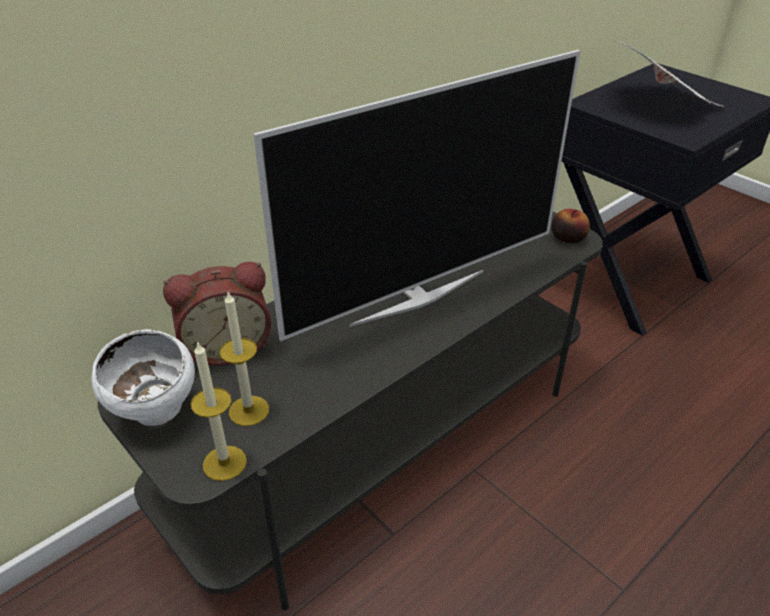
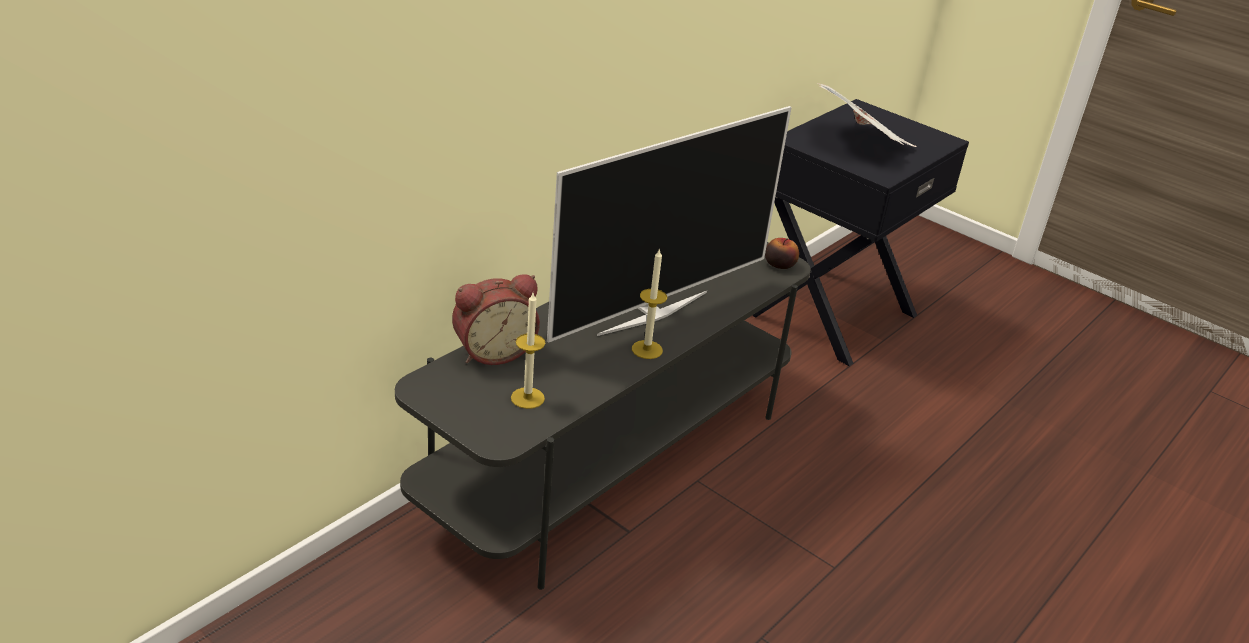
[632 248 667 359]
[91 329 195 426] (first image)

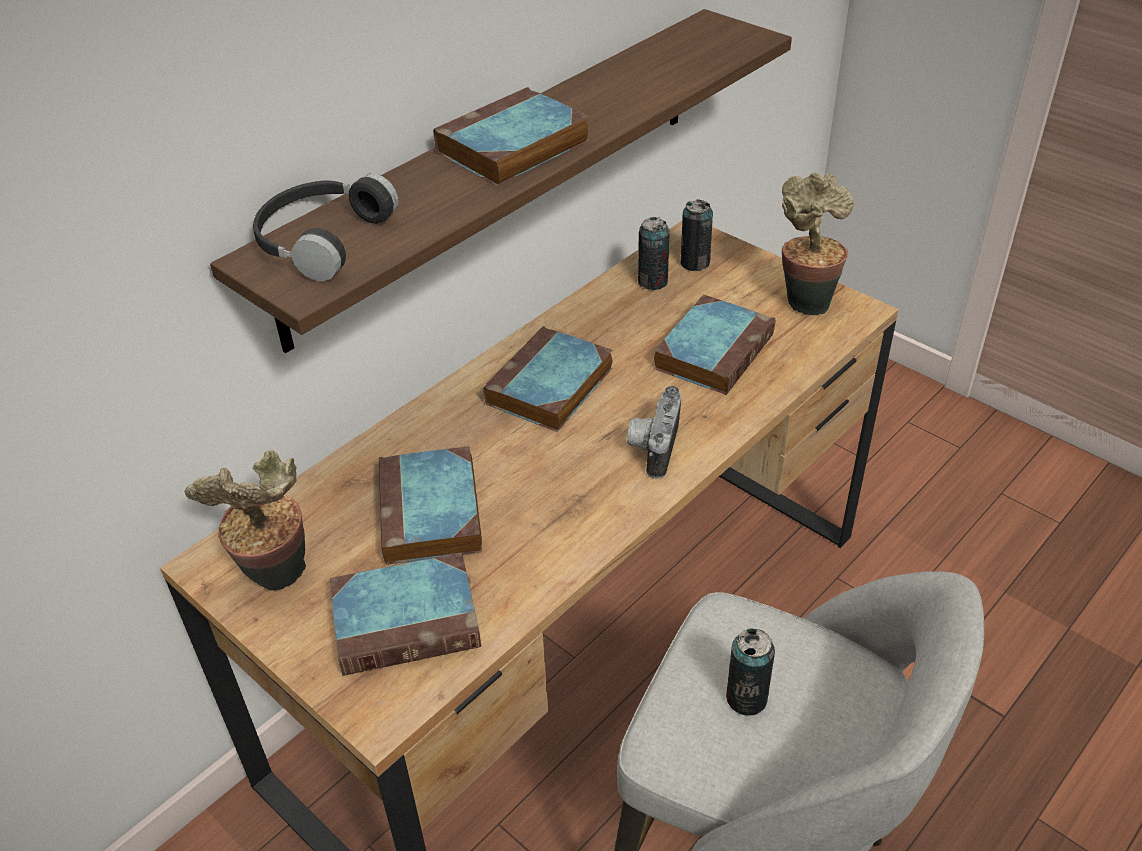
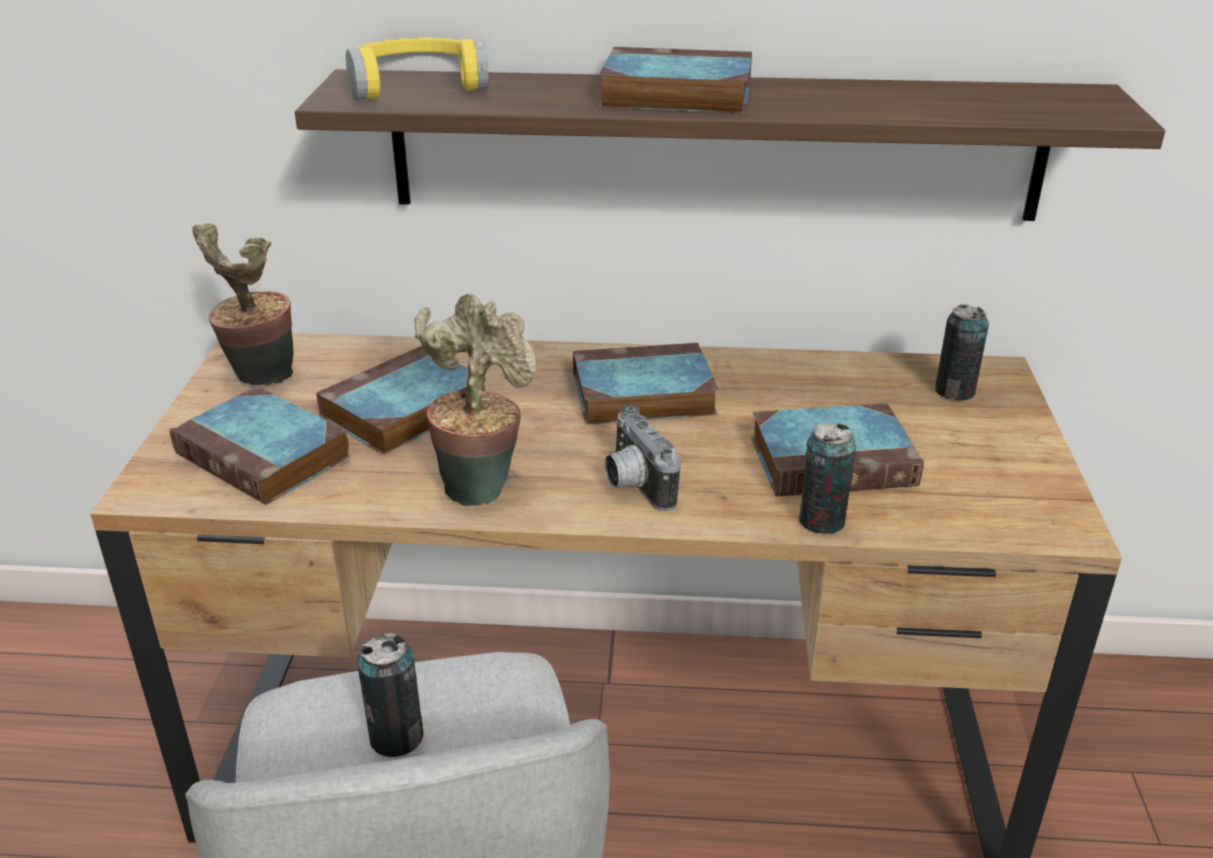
[346 38 488 100]
[414 294 537 506]
[605 405 681 511]
[798 423 856 534]

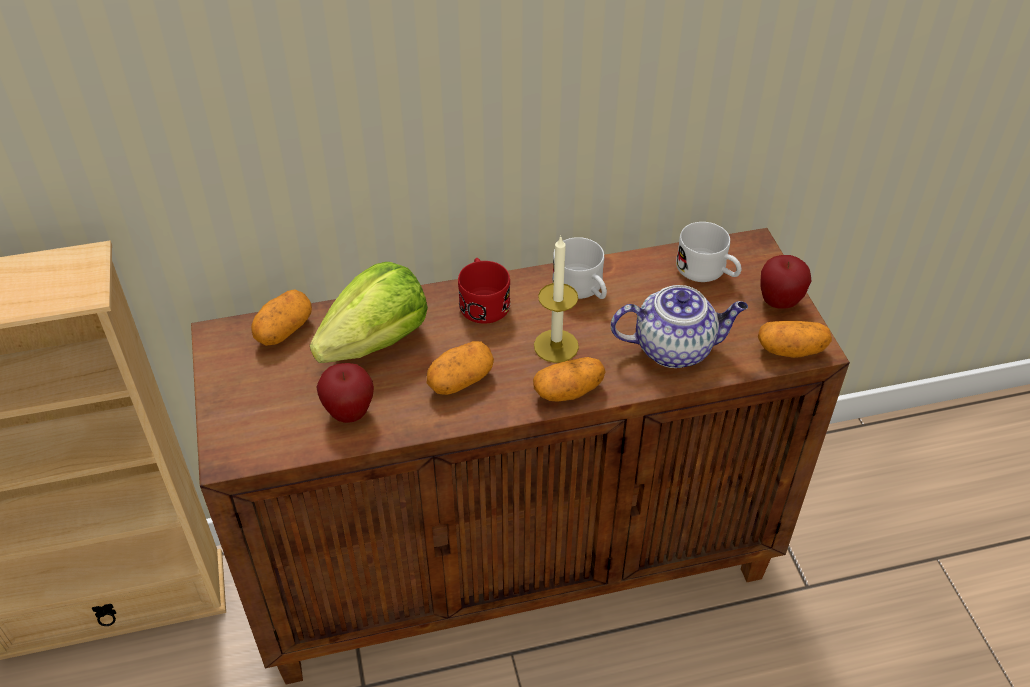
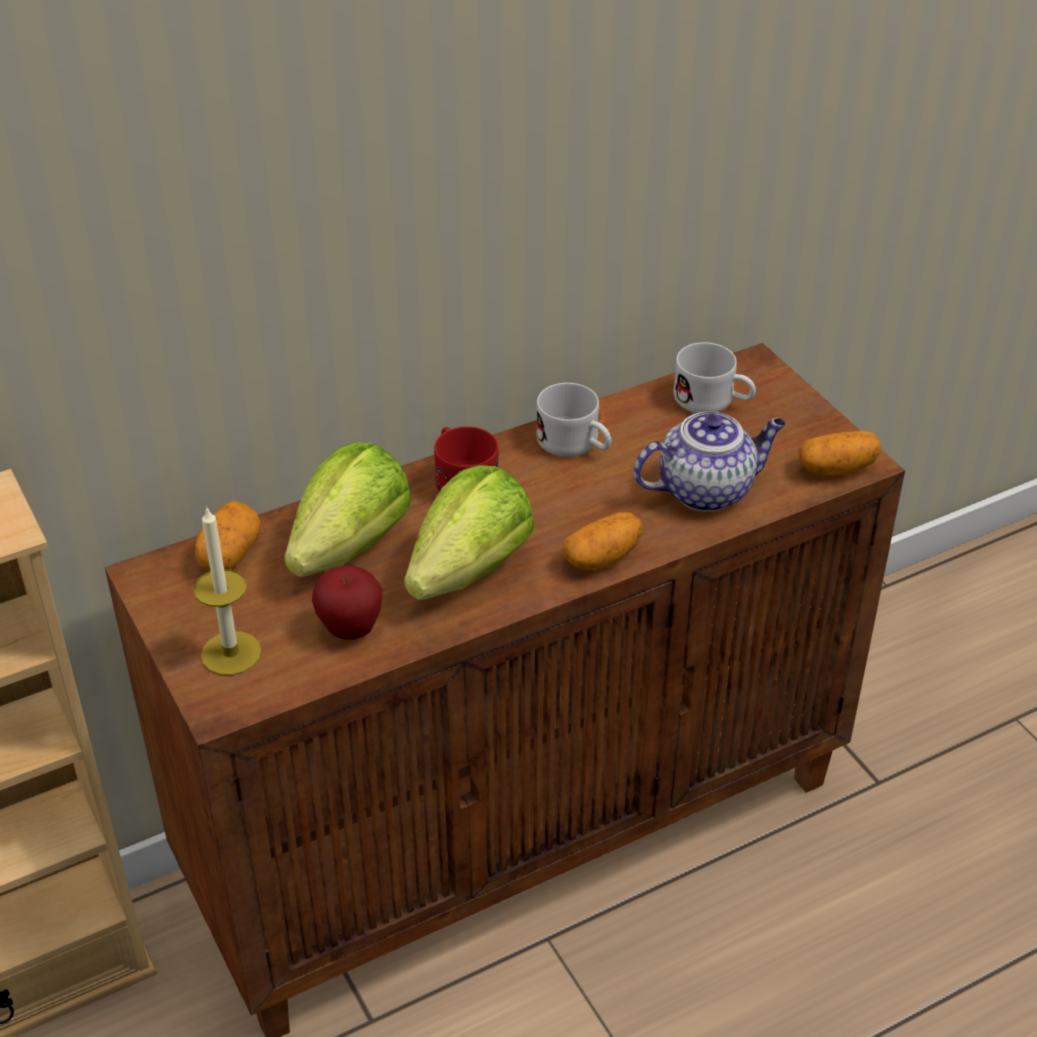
[193 506 262 676]
[404 465 535 600]
[761 255 812 309] (first image)

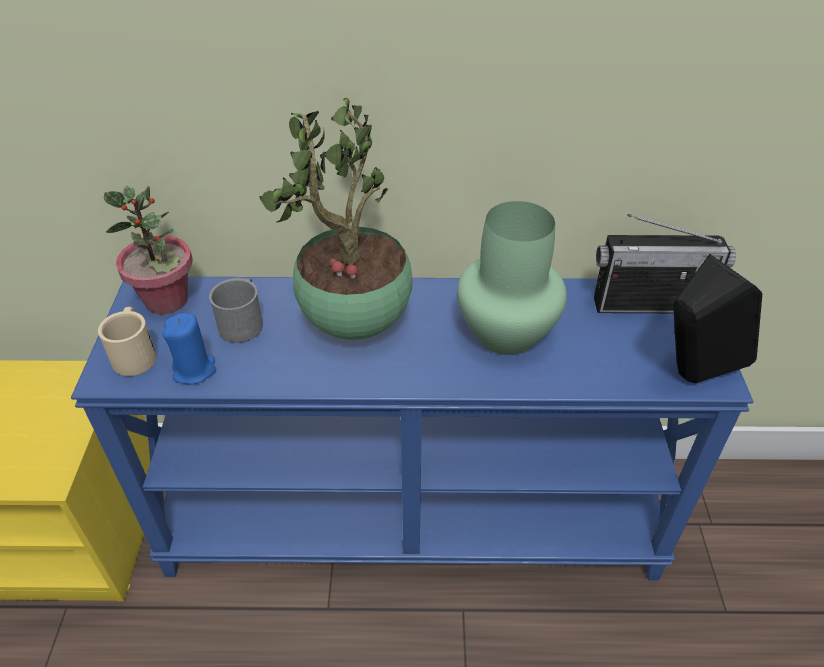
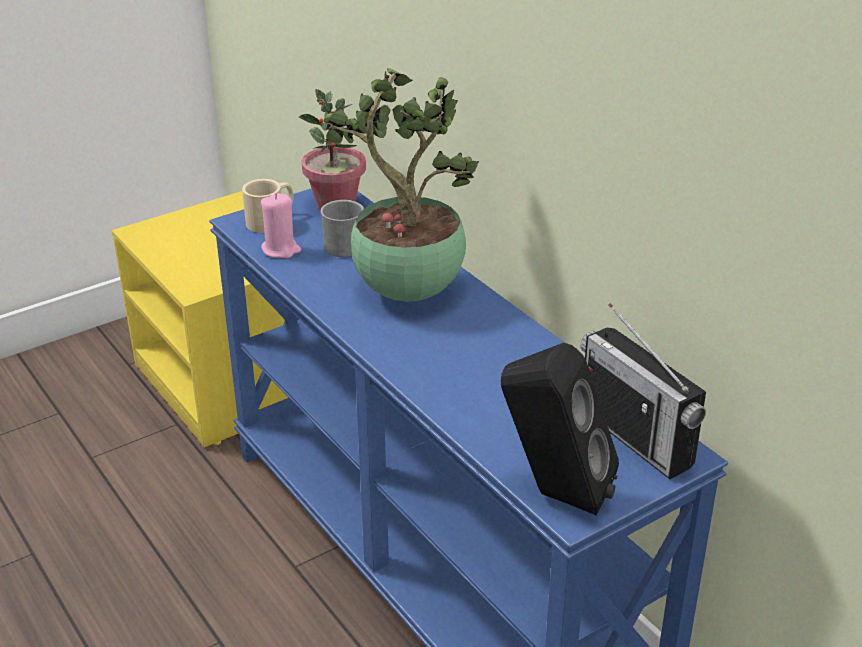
[261 193 301 259]
[457 201 567 355] (first image)

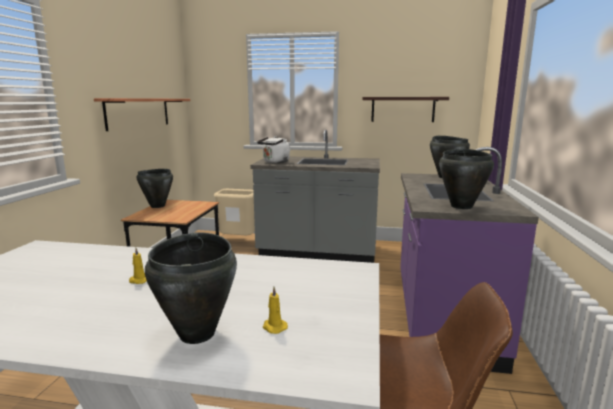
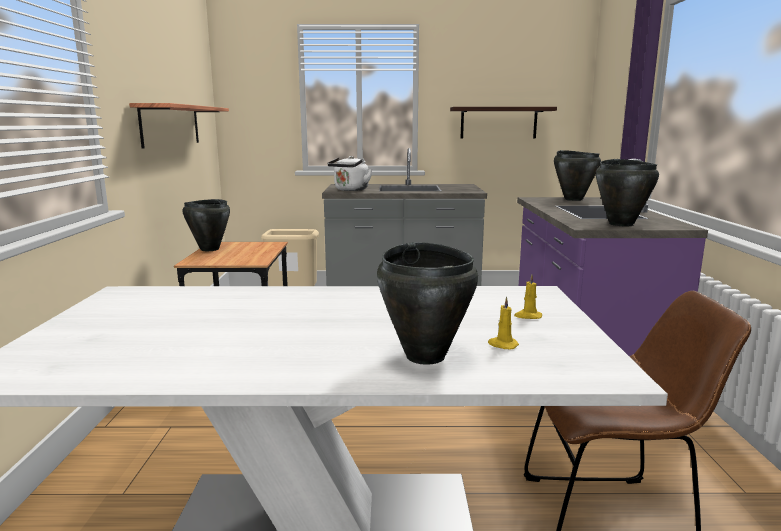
[514 274 542 319]

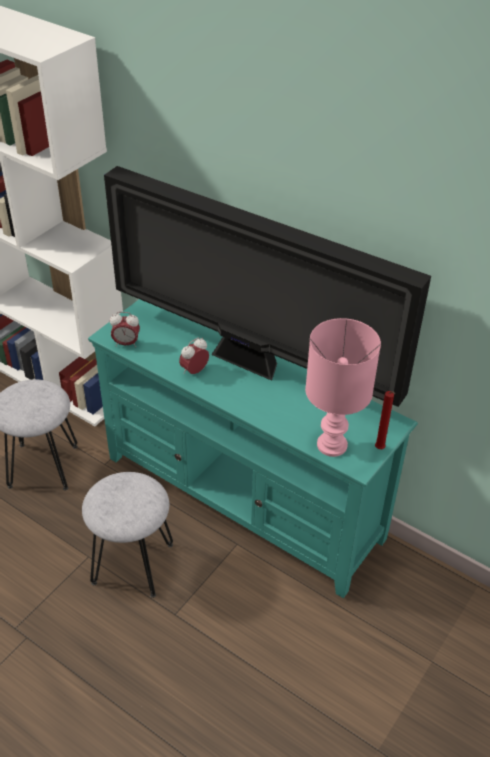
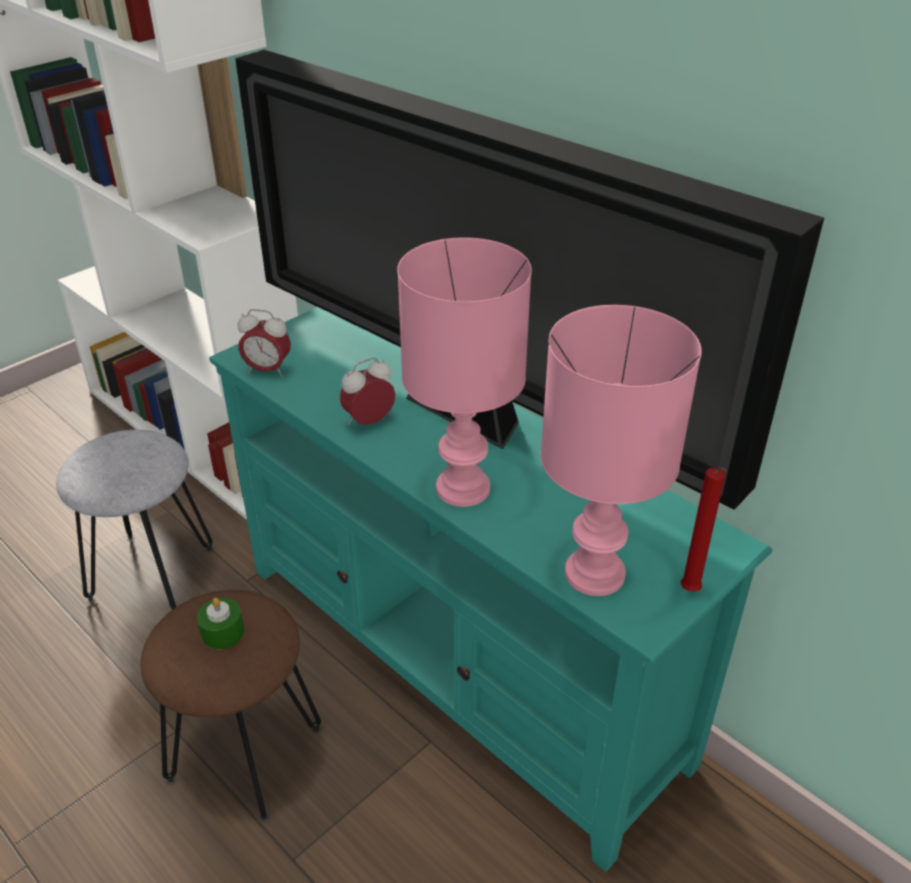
[140 590 321 821]
[197 597 244 649]
[397 237 532 507]

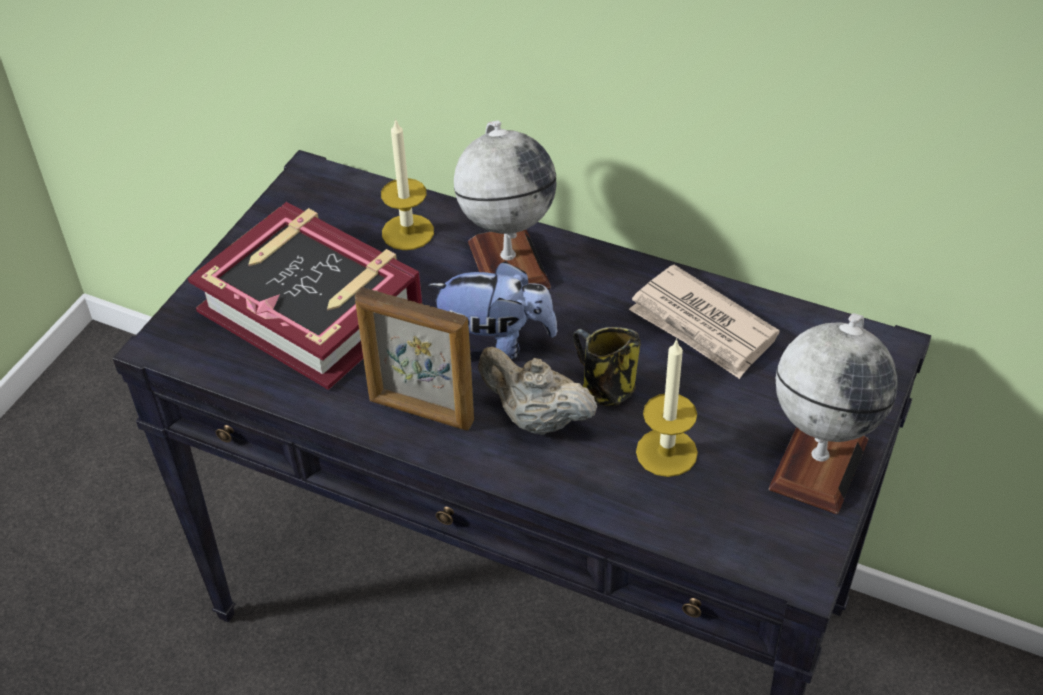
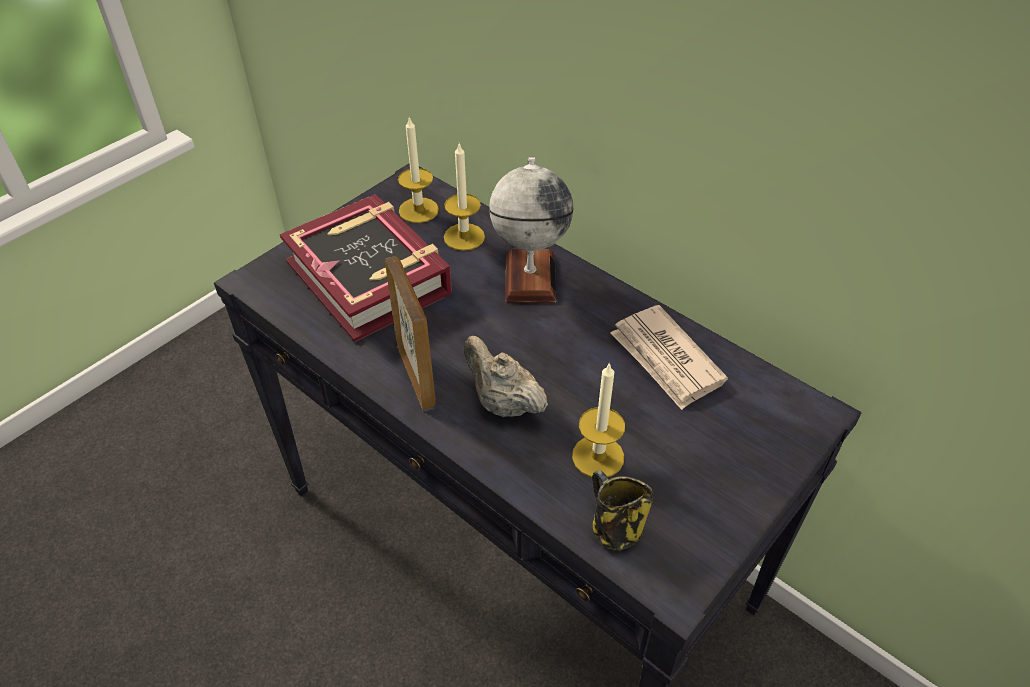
[385 256 436 410]
[398 117 439 223]
[592 470 654 551]
[428 261 557 359] (first image)
[769 313 898 514] (first image)

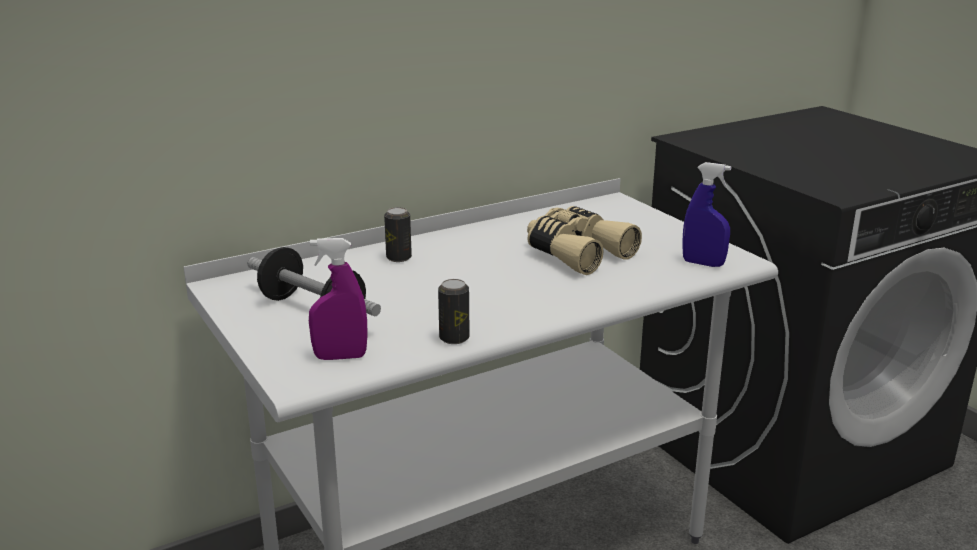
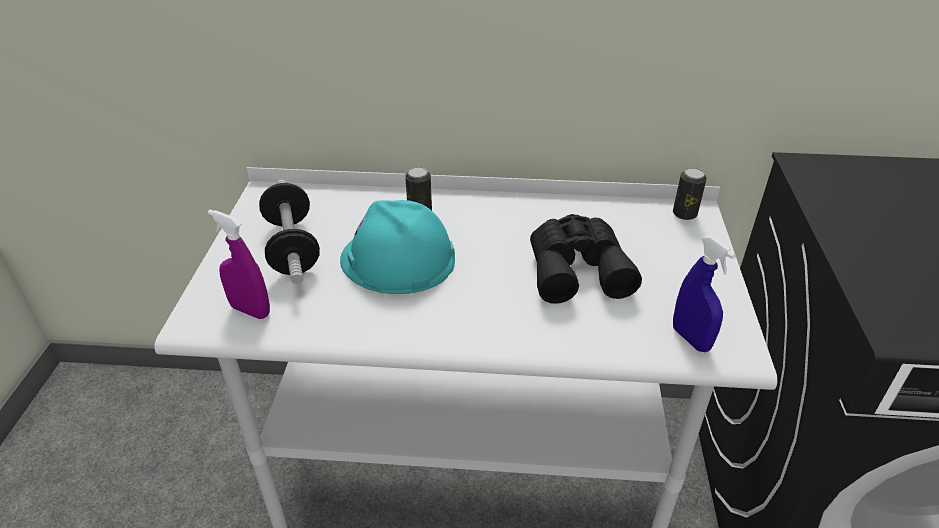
[340 200 455 294]
[530 214 642 304]
[673 168 707 220]

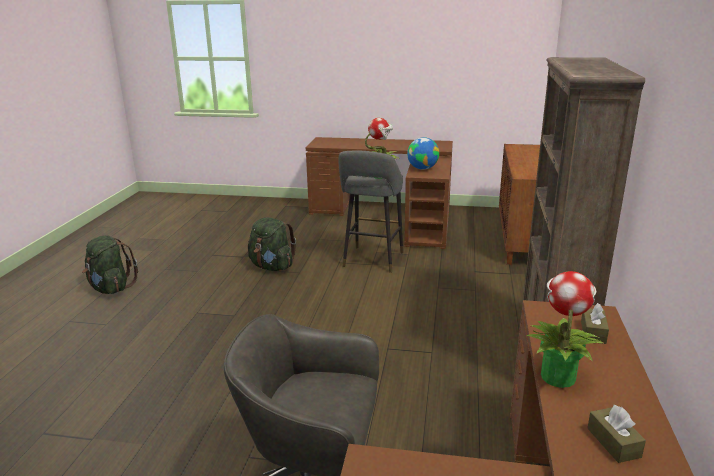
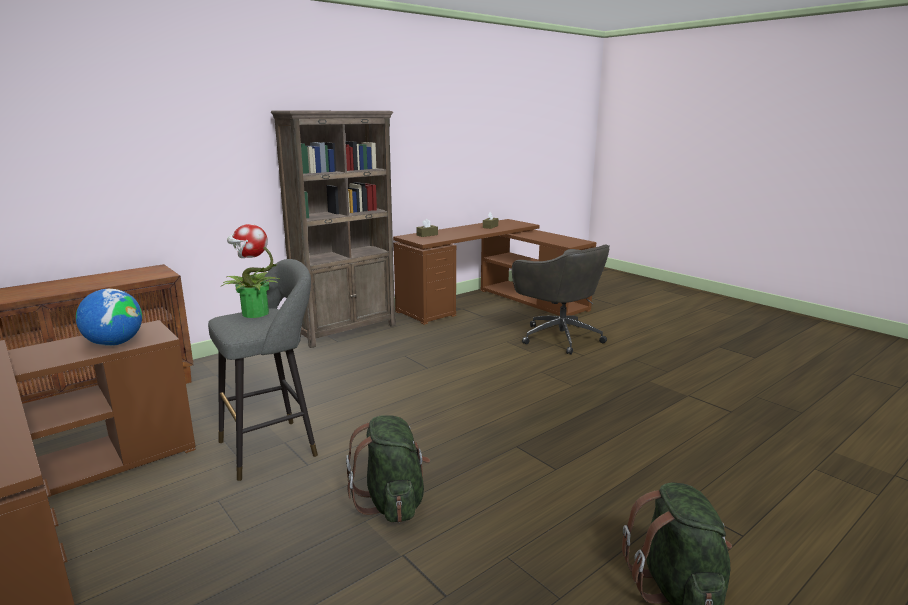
[527 271 603 388] (first image)

